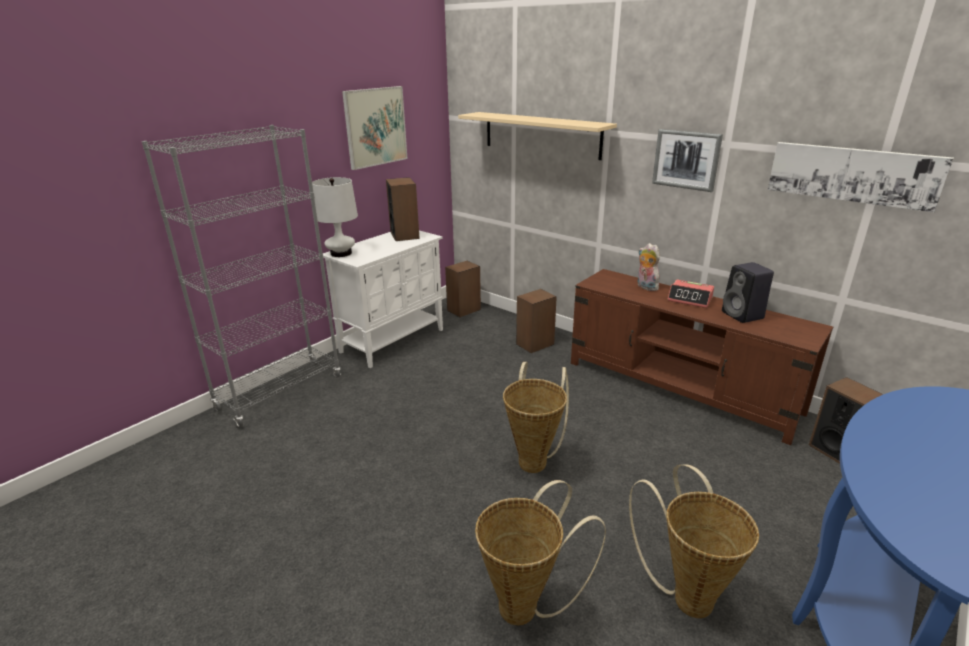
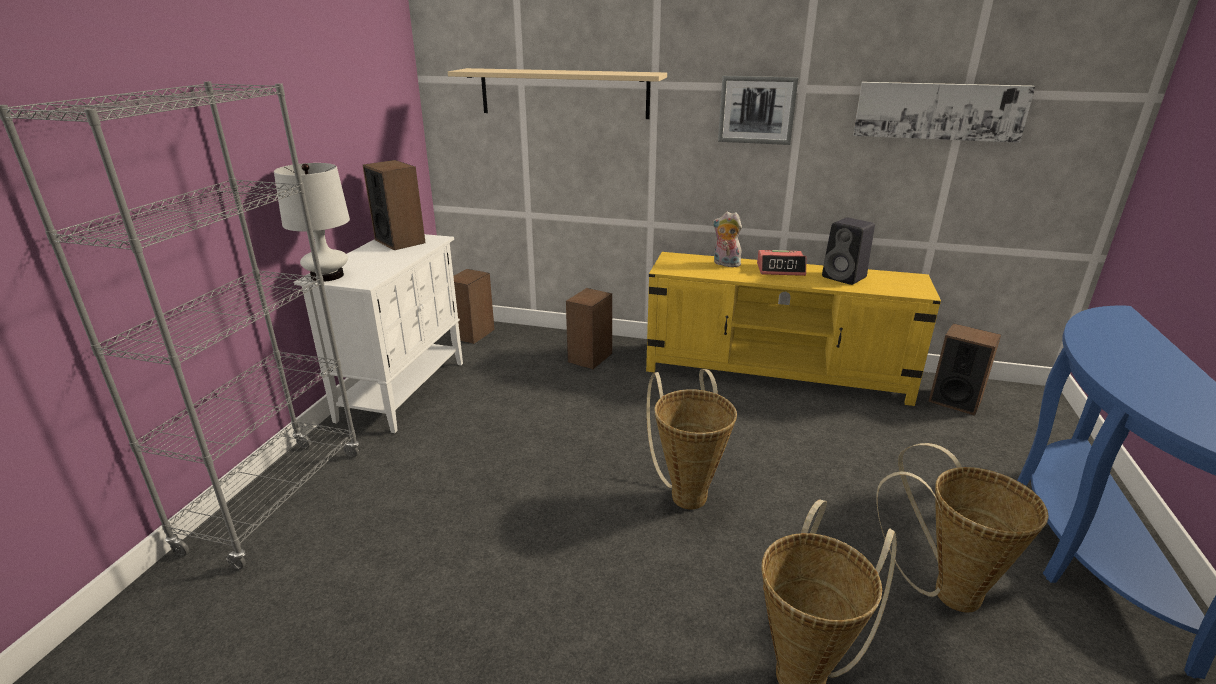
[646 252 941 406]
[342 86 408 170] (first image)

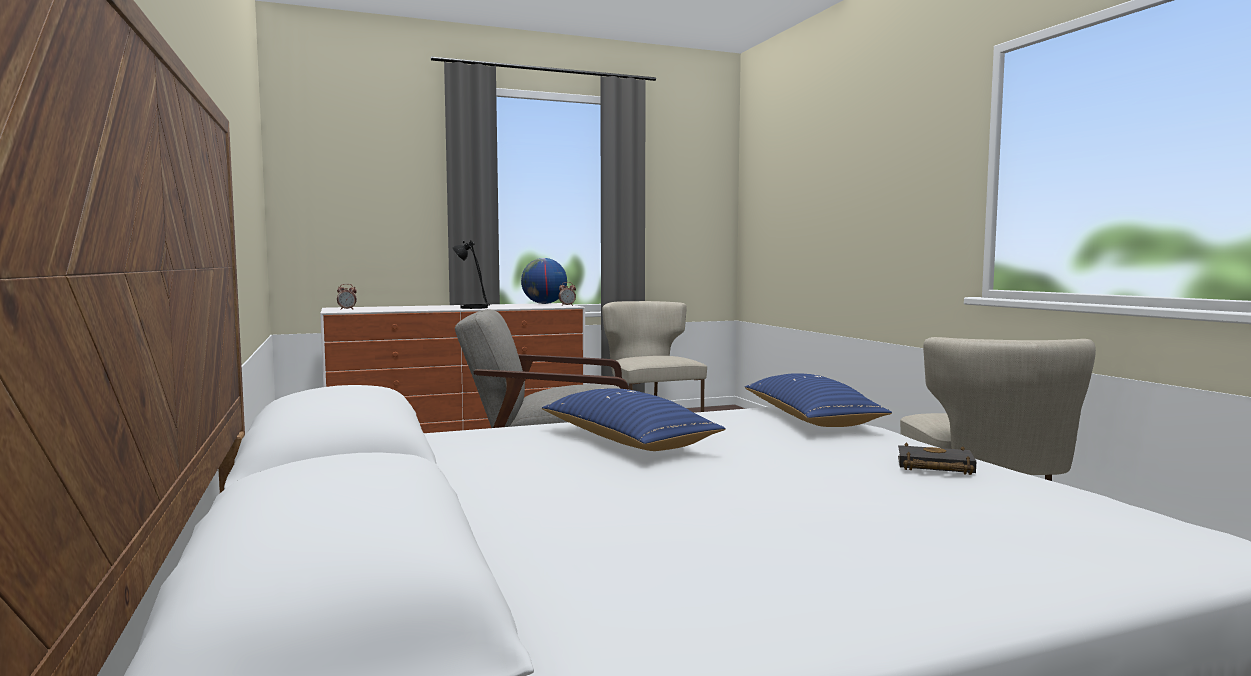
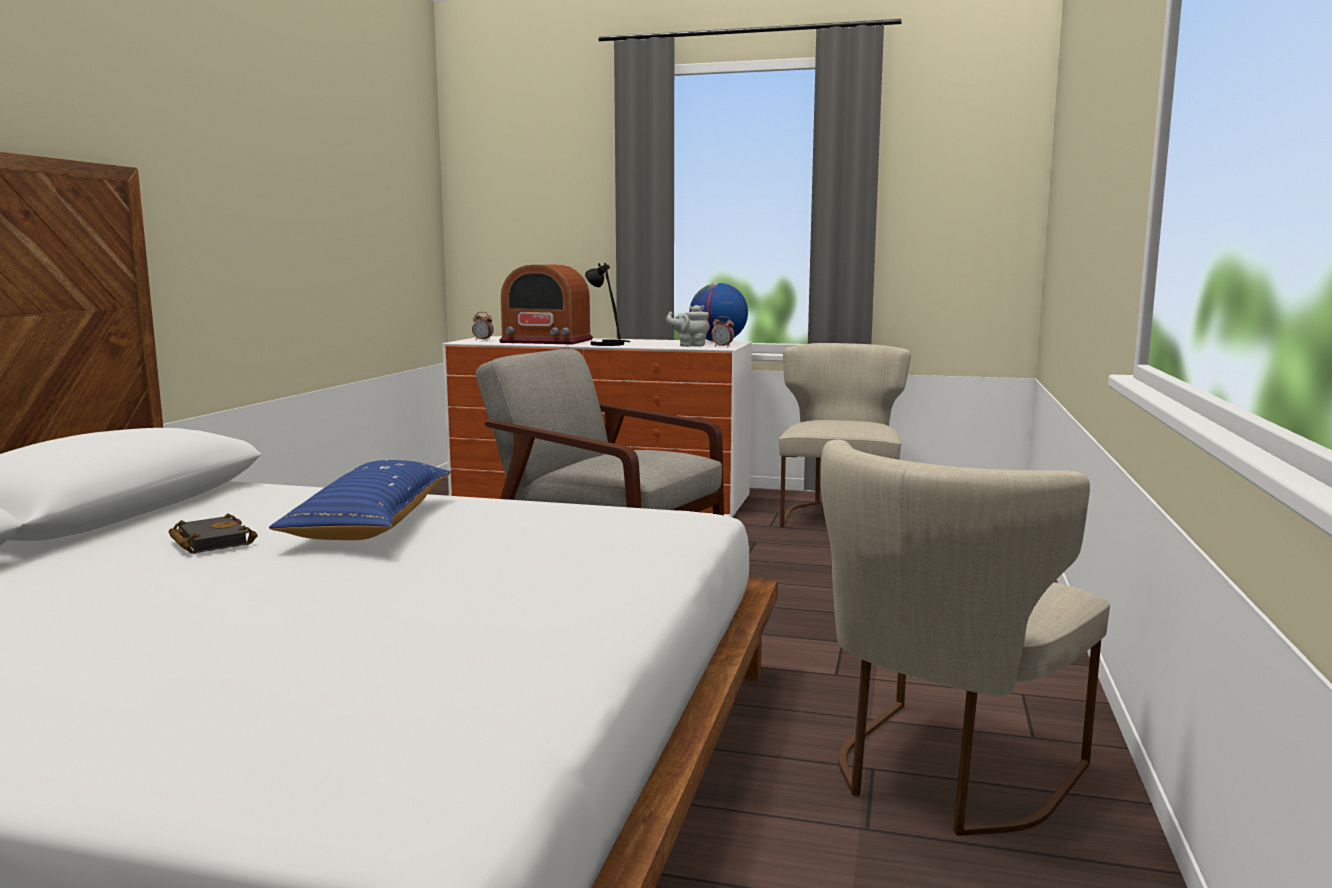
[169 514 258 554]
[499 265 593 345]
[666 305 710 347]
[745 373 892 427] (first image)

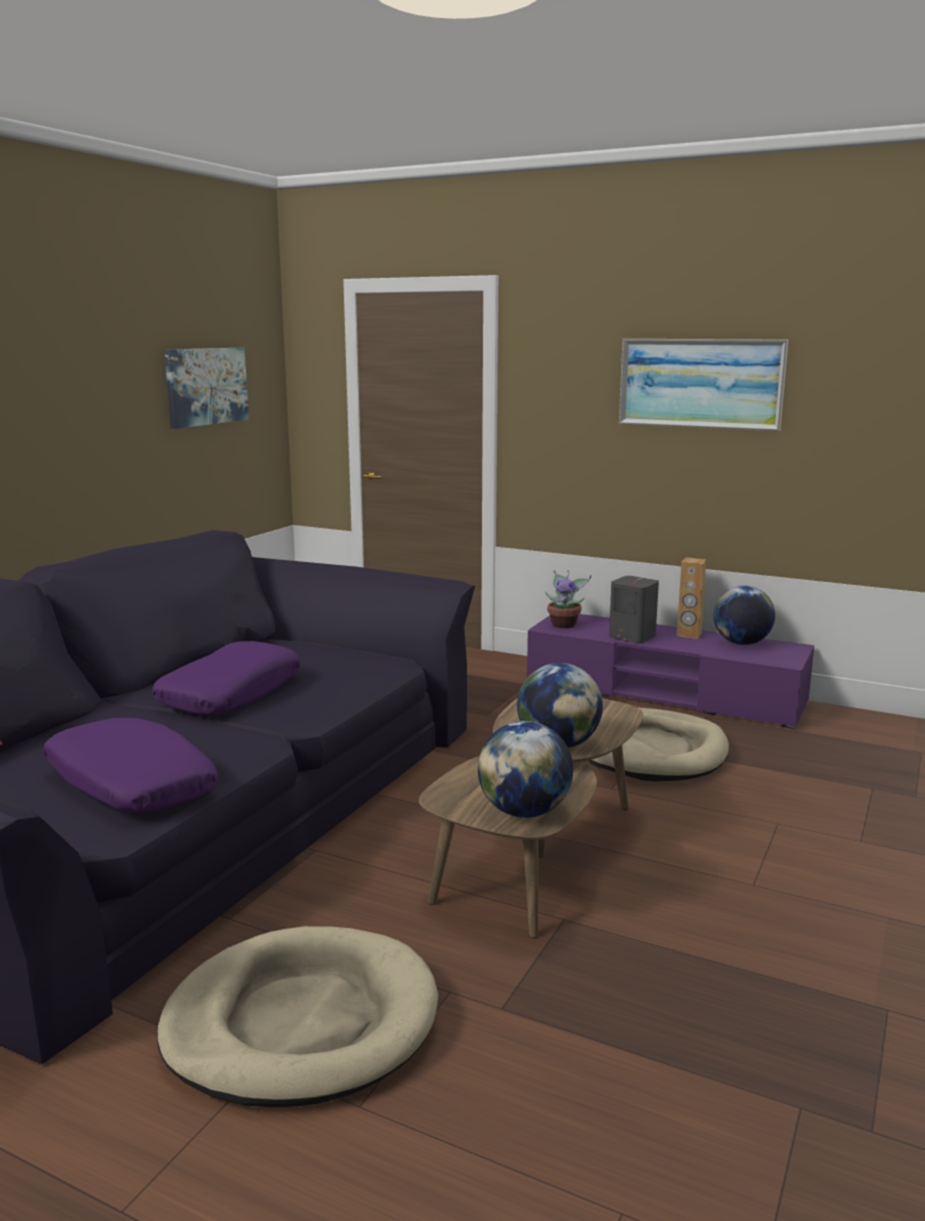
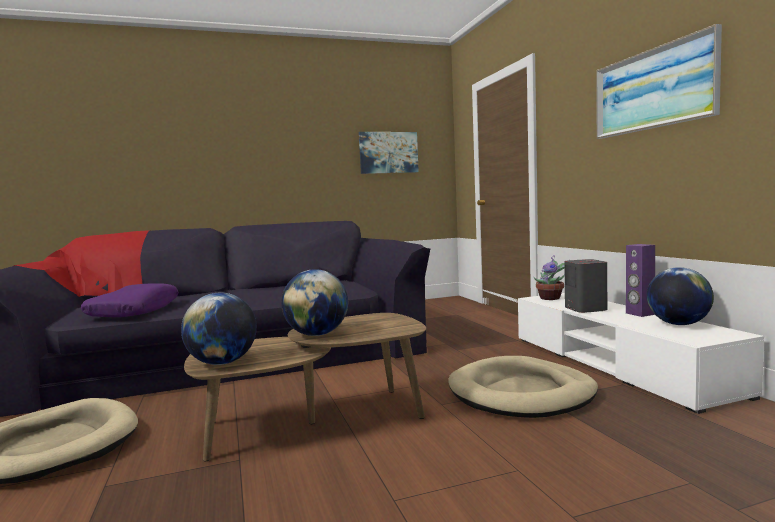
[518 293 764 414]
[626 244 655 317]
[152 641 301 715] (first image)

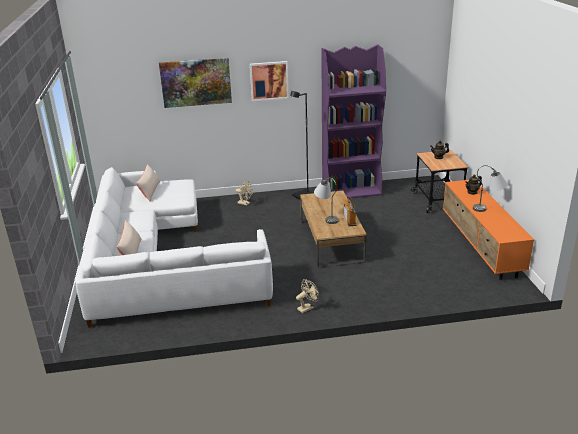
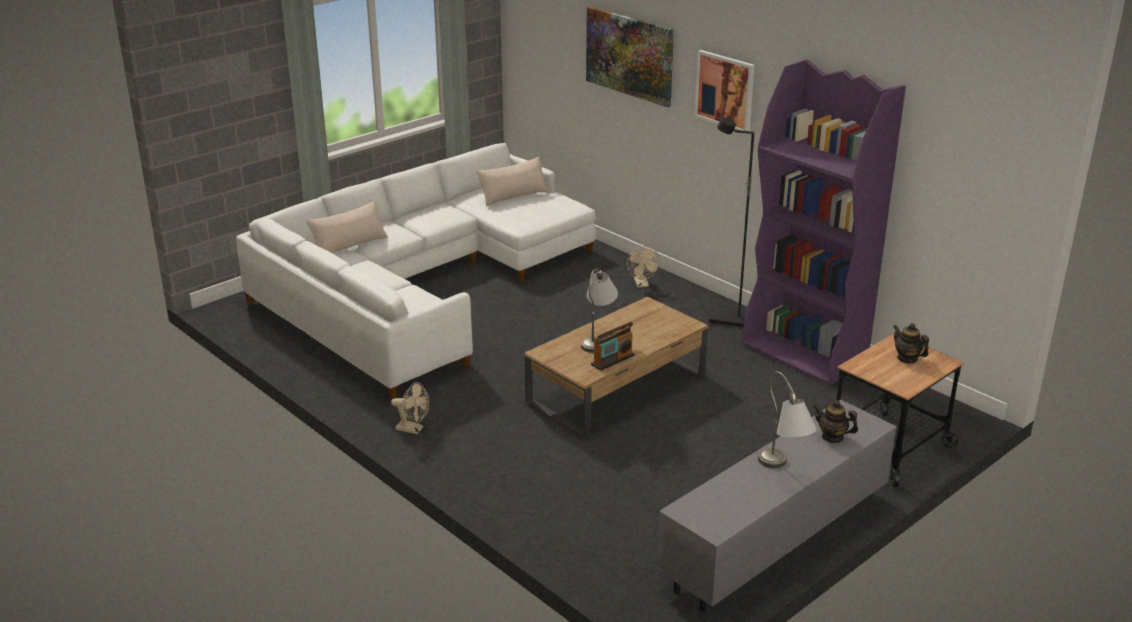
[656 399 897 612]

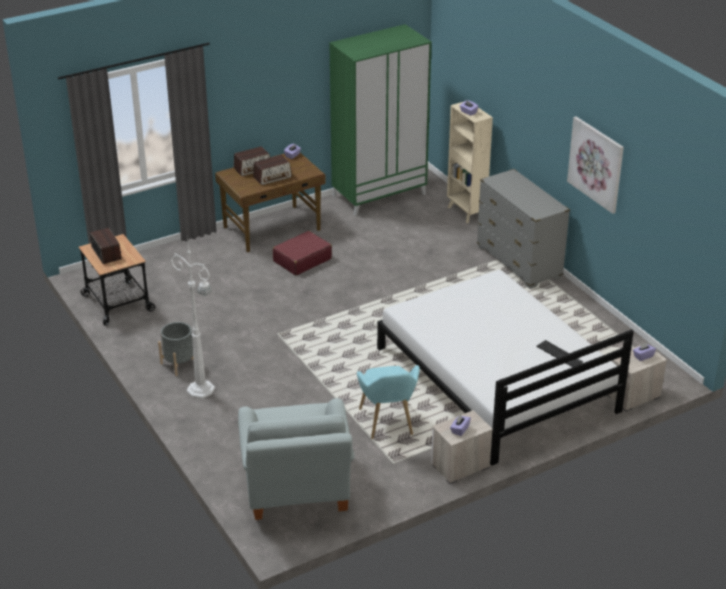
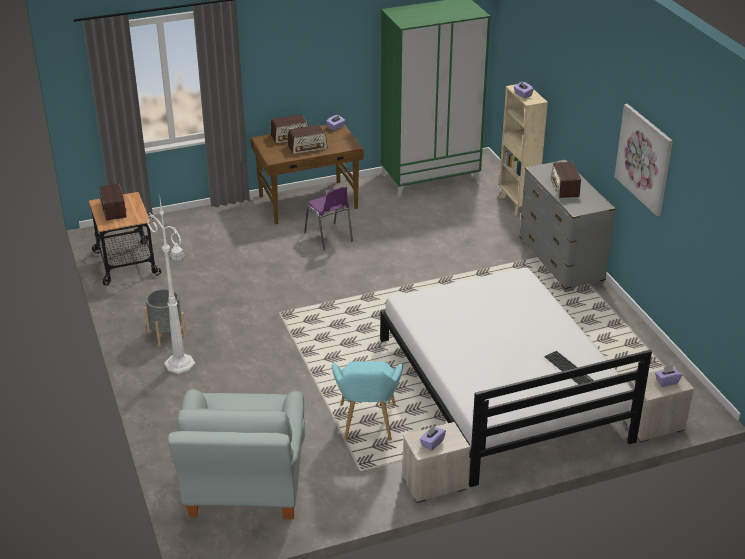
[304 186 353 250]
[551 162 581 198]

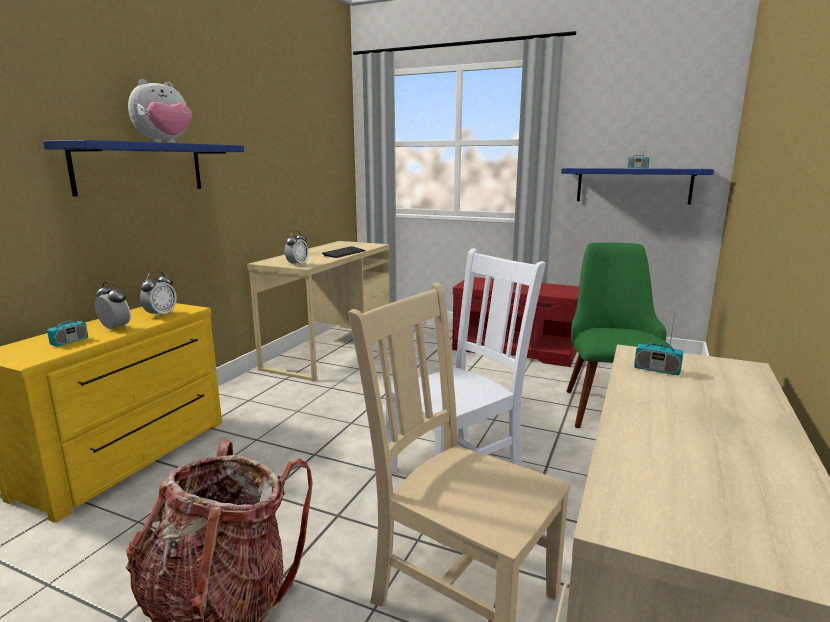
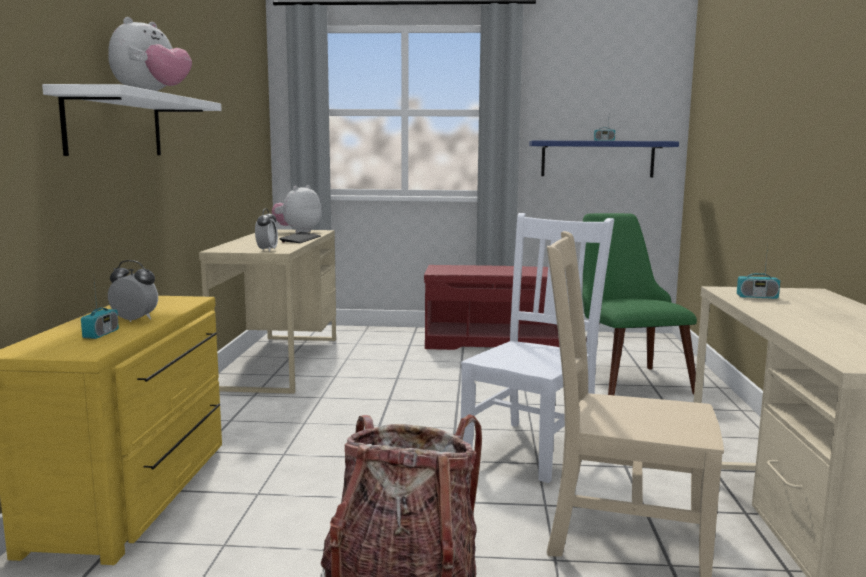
[42 84 222 156]
[272 185 322 233]
[140 271 177 318] (first image)

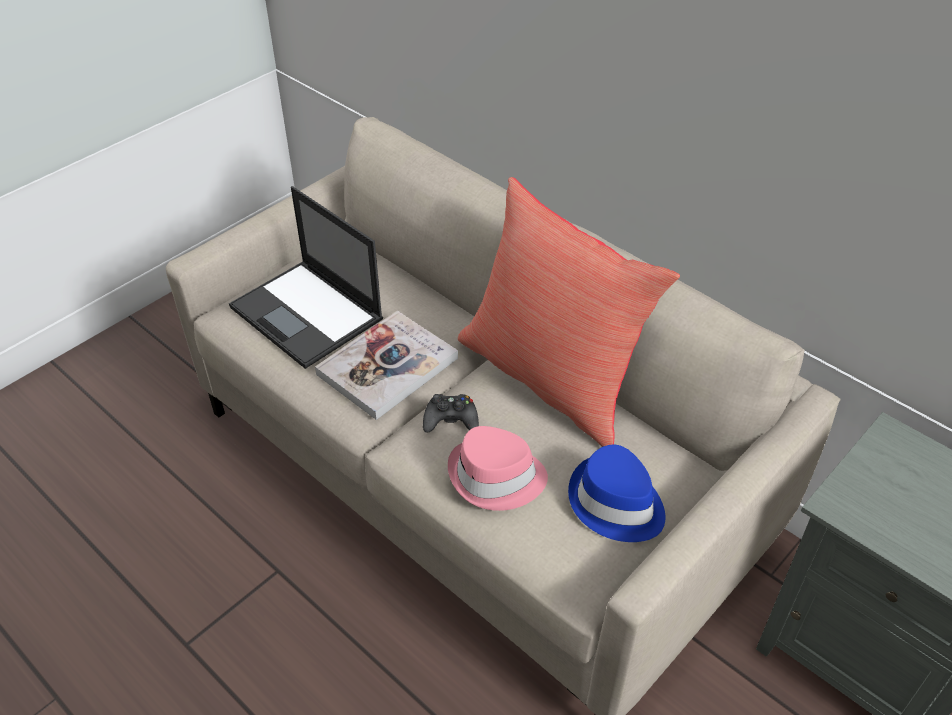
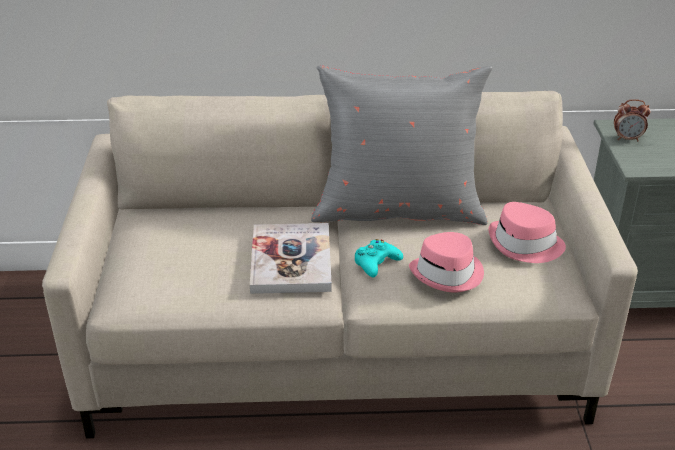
[311 65 492 225]
[355 239 403 277]
[488 202 566 263]
[614 99 650 141]
[229 186 383 369] (first image)

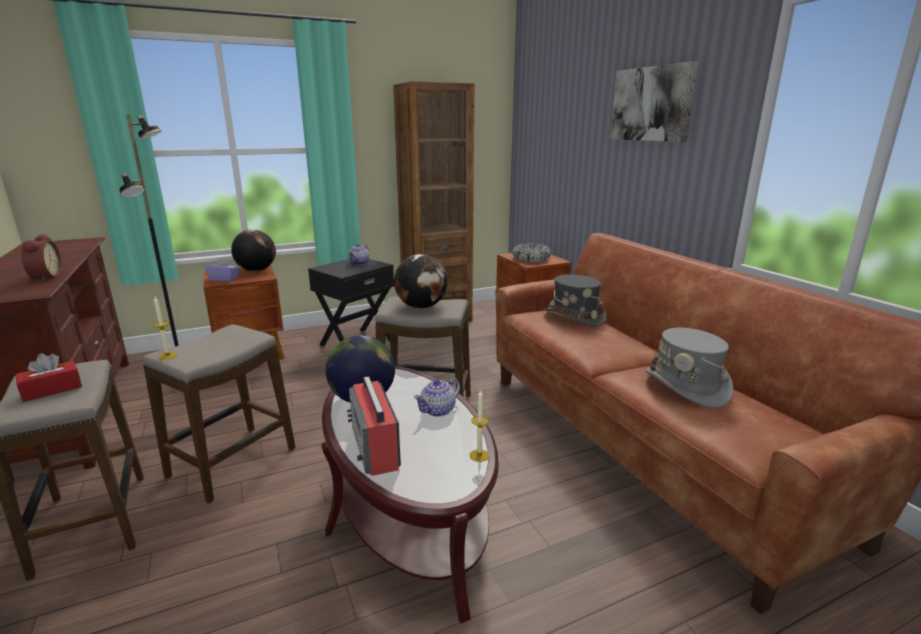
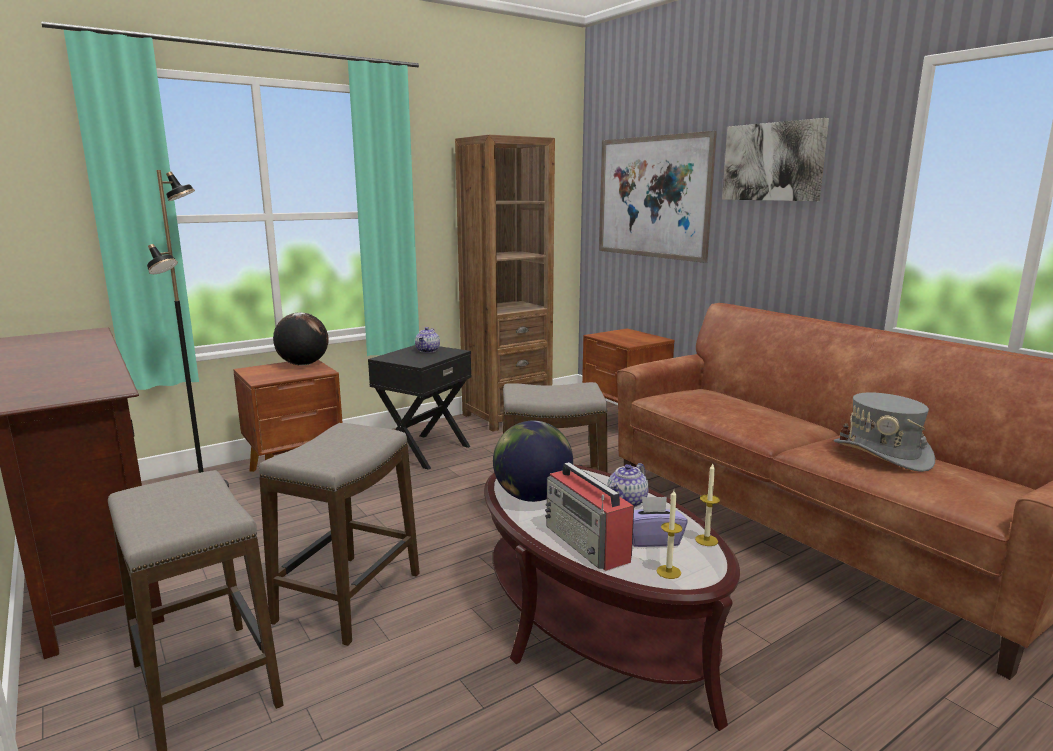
[599 131 717 263]
[632 496 688 547]
[656 490 683 579]
[16 353 82 402] (first image)
[21 234 62 282] (first image)
[394 254 448 309] (first image)
[512 244 551 262] (first image)
[544 275 607 327] (first image)

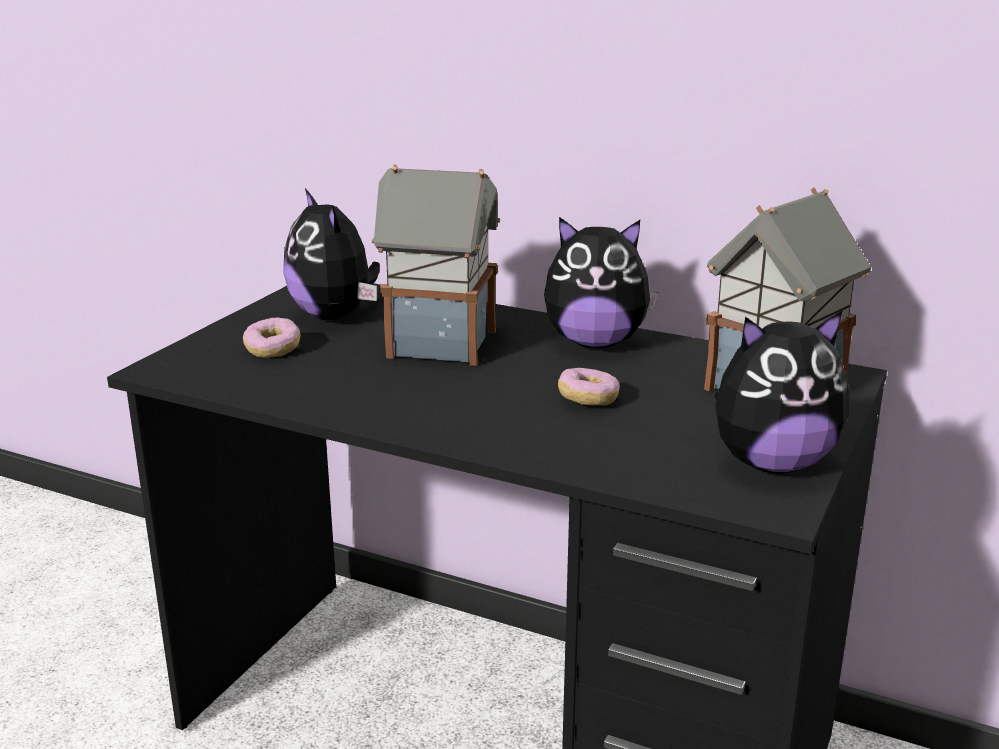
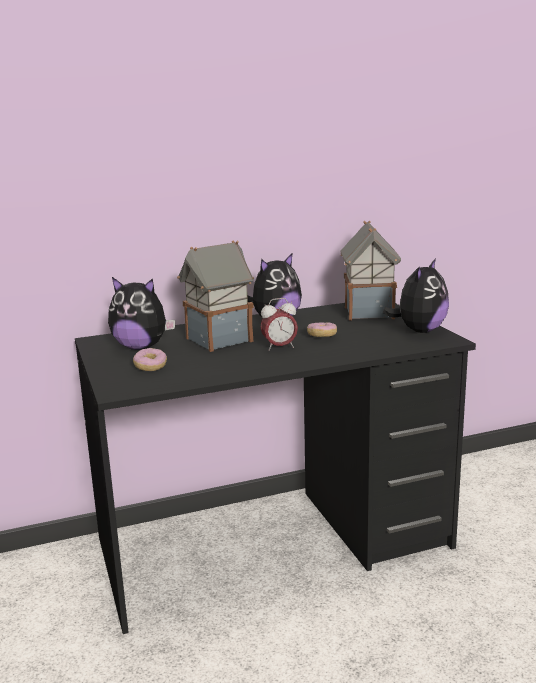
[261 298 298 351]

